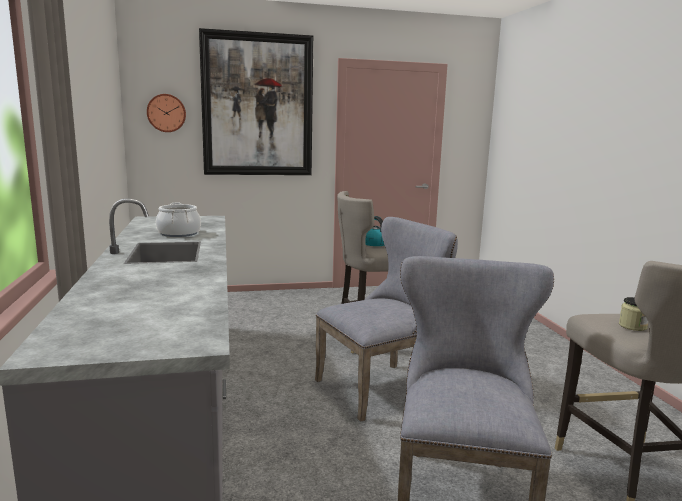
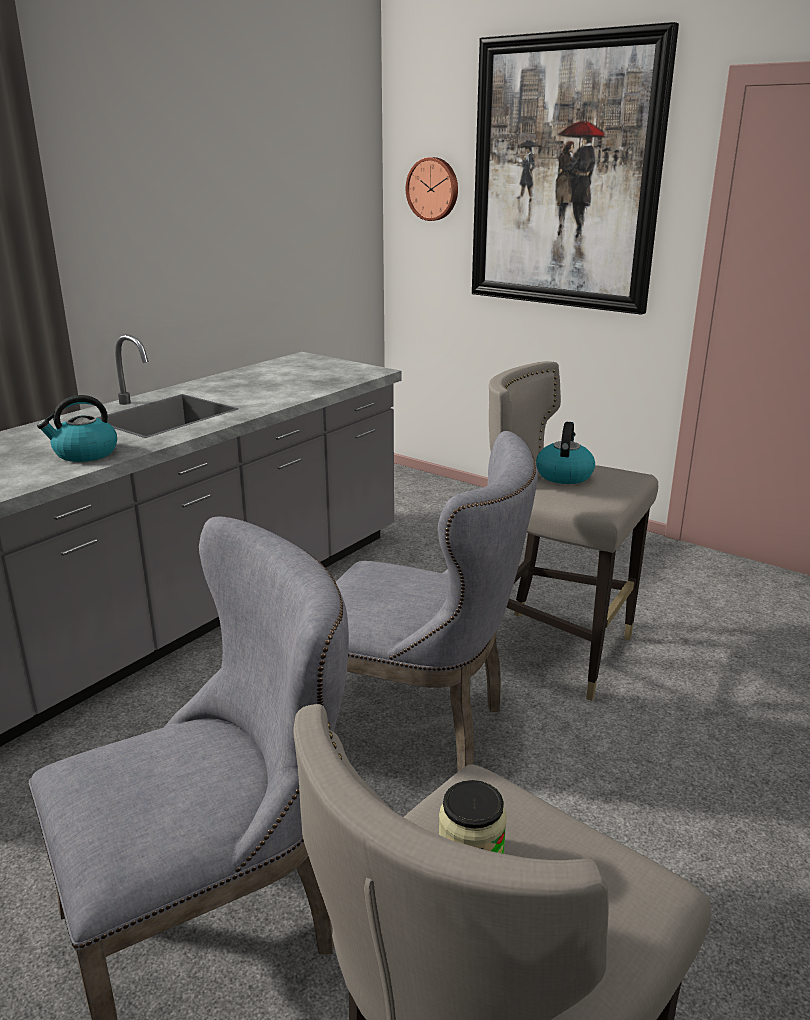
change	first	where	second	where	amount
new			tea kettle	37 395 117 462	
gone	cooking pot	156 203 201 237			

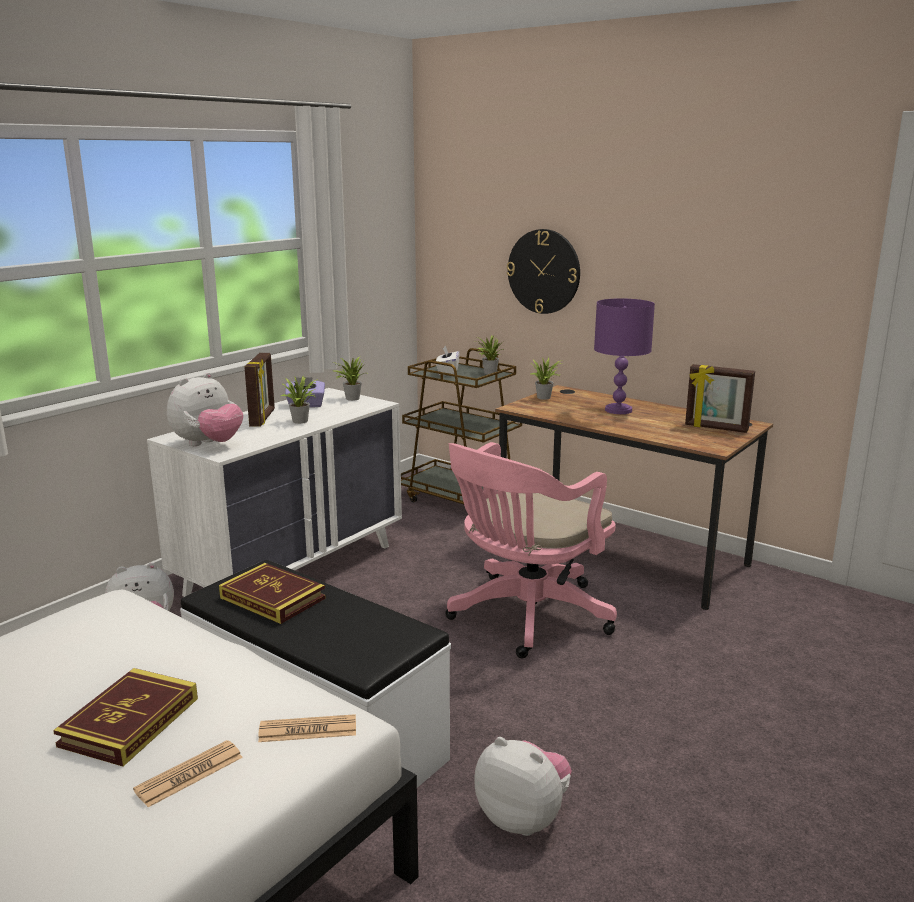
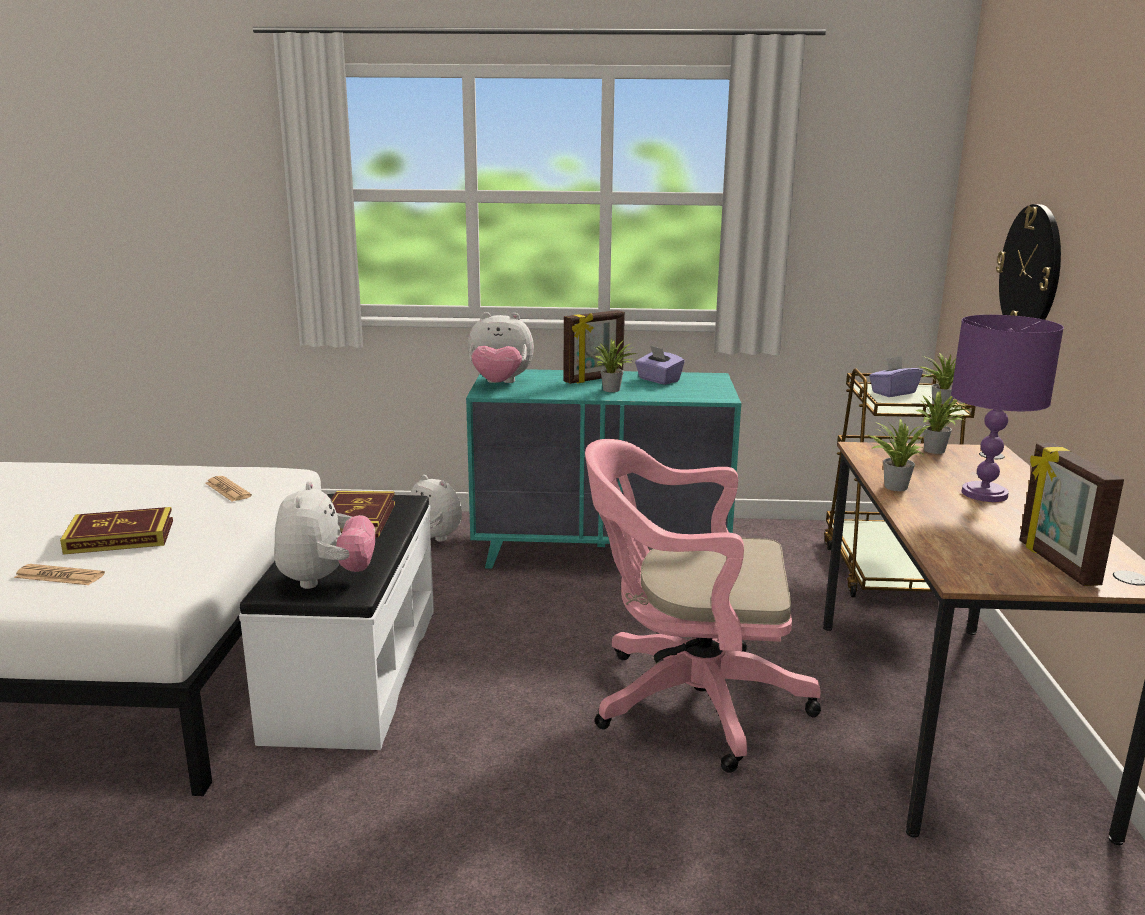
change	first	where	second	where	amount
shifted	daily paper	258 714 356 742		206 476 252 501	
shifted	plush toy	475 737 572 836		274 481 375 589	
repainted	whitish dresser	147 388 402 597	turquoise dresser	466 369 741 569	
shifted	houseplant	331 357 365 401		868 419 933 491	
repainted	whitish box of tissues	436 345 460 375	purple box of tissues	869 356 923 397	

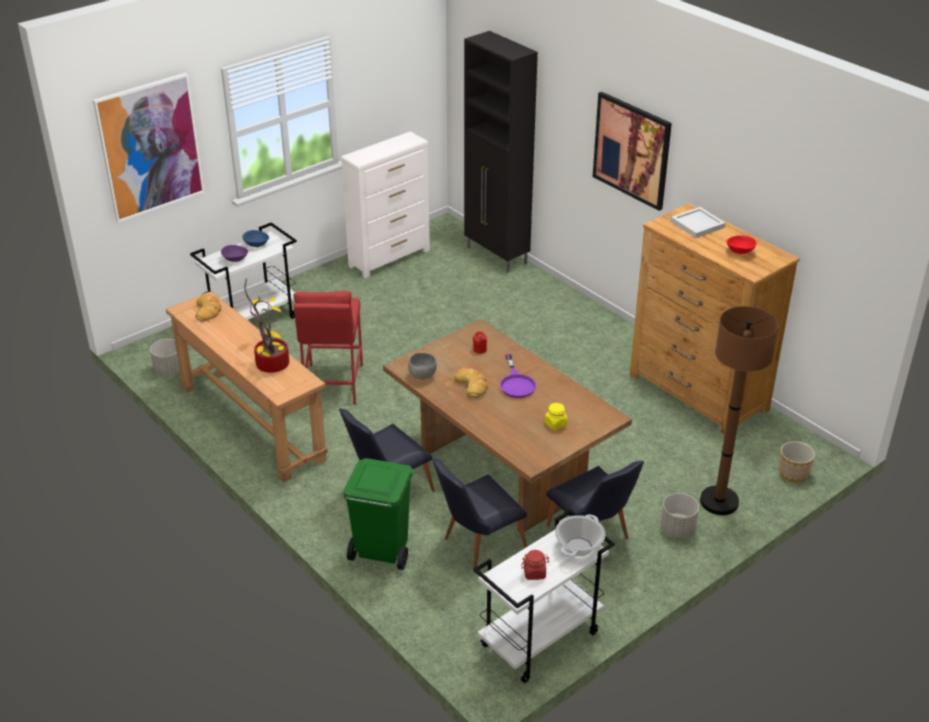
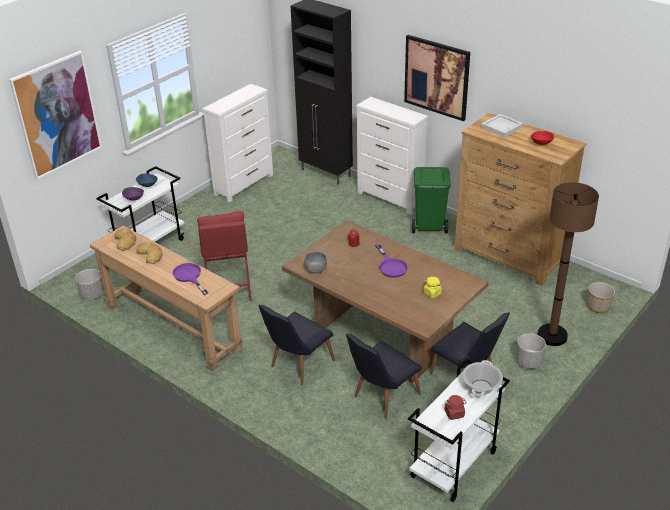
change	first	where	second	where	amount
shifted	bread	455 368 488 398		136 242 163 264	
swapped	houseplant	244 279 289 373	purple skillet	172 263 208 295	
new			whitish dresser	356 97 428 214	
shifted	greenish rubbish bin	344 458 413 570		412 167 451 234	

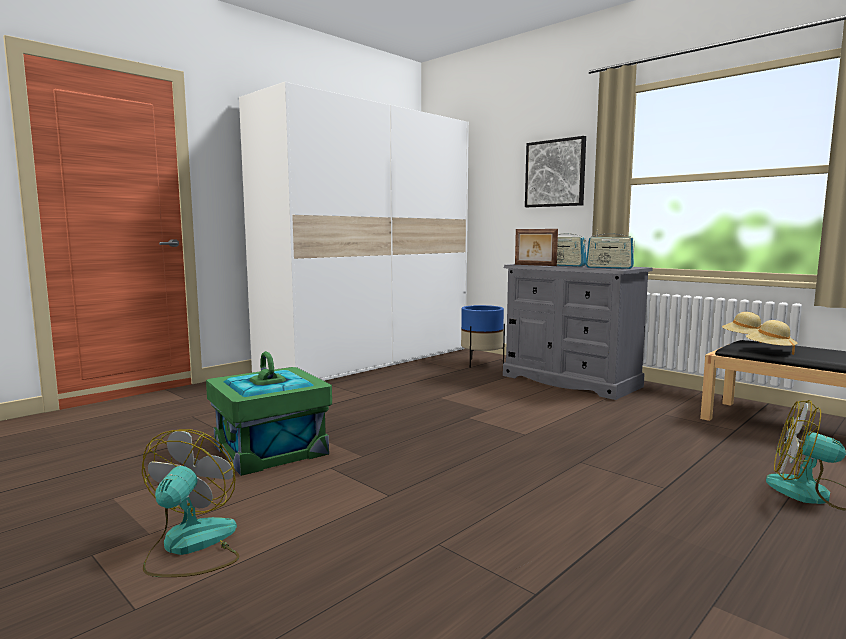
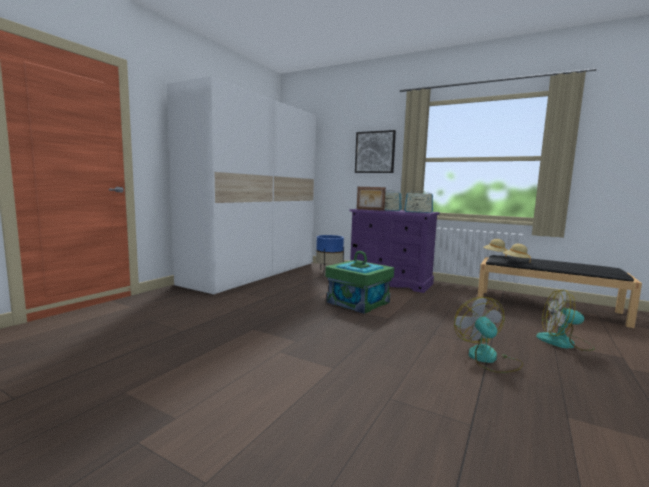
change	first	where	second	where	amount
shifted	greenish storage bin	206 351 332 476		325 251 394 314	
repainted	grey dresser	503 264 652 400	purple dresser	350 209 440 293	
shifted	fan	142 429 239 577		454 297 523 373	

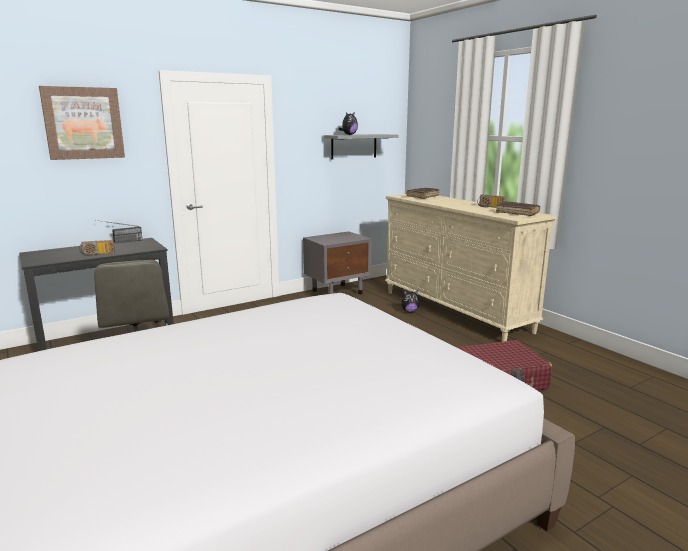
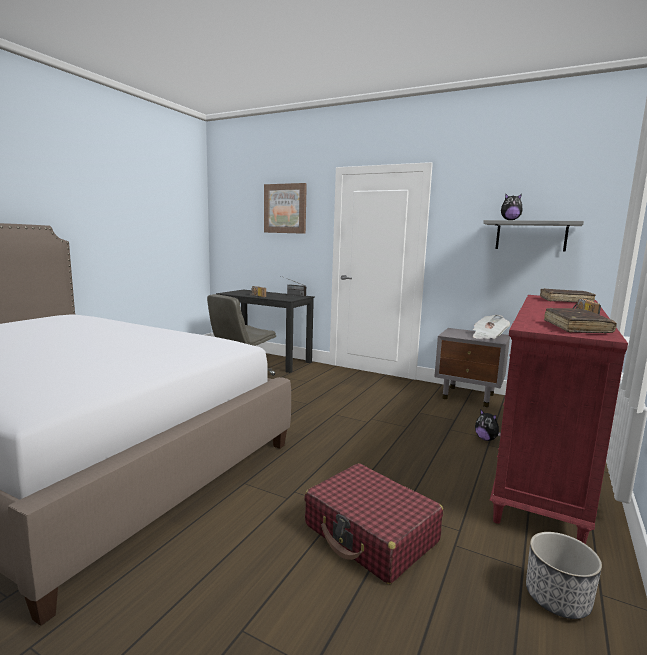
change	first	where	second	where	amount
new			daily paper	473 315 510 339	
repainted	beige dresser	385 194 557 342	reddish dresser	490 295 628 544	
new			flower pot	526 532 602 619	

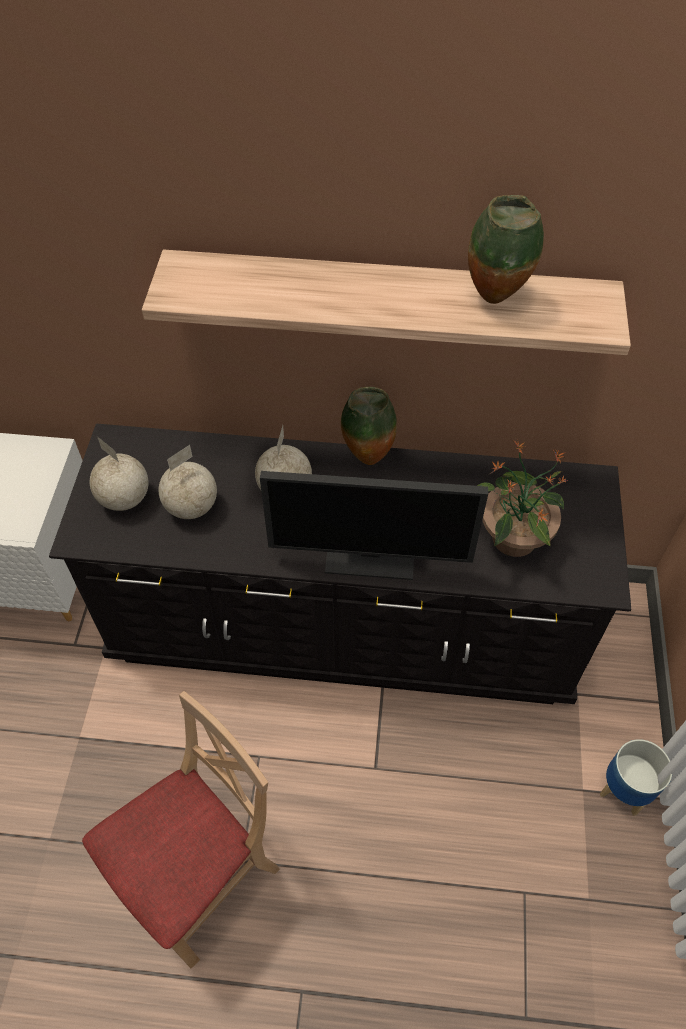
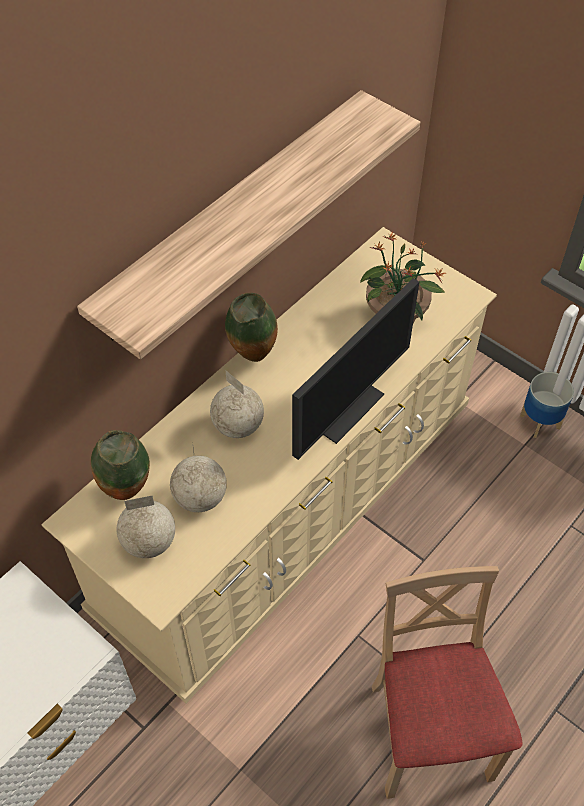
change	first	where	second	where	amount
repainted	black dresser	49 424 631 704	beige dresser	42 227 497 703	
shifted	decorative vase	468 195 544 304		91 430 150 500	

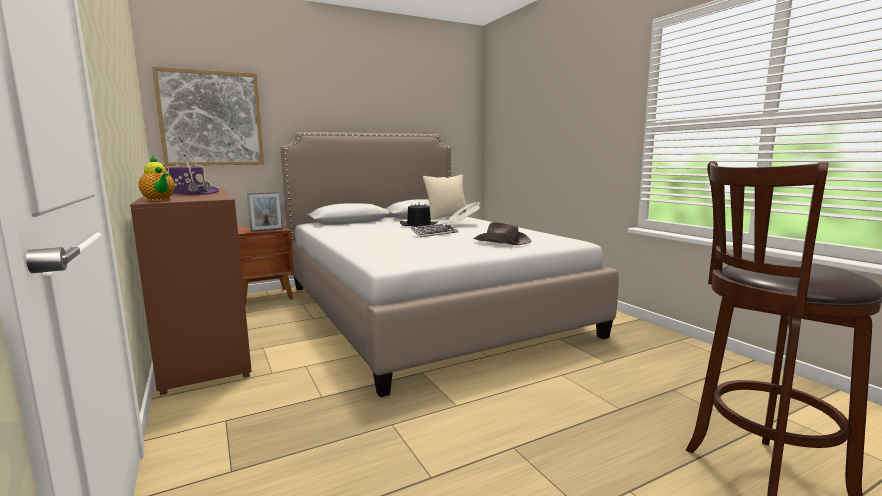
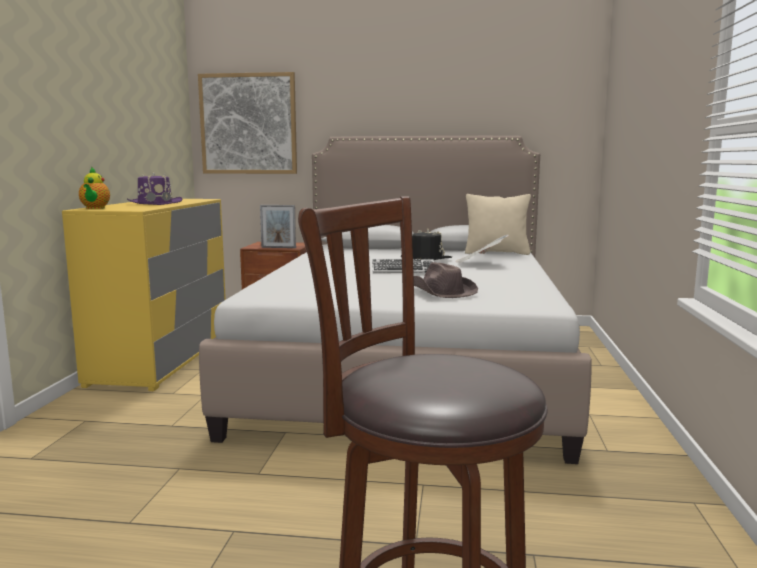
change	first	where	second	where	amount
repainted	brownish dresser	130 188 252 395	yellow-coloured dresser	62 199 226 391	

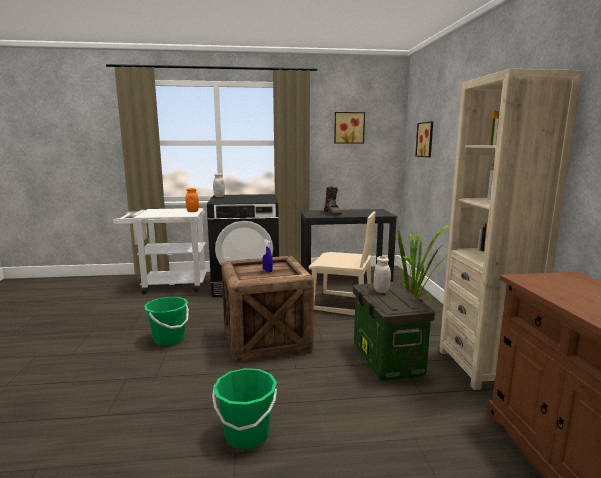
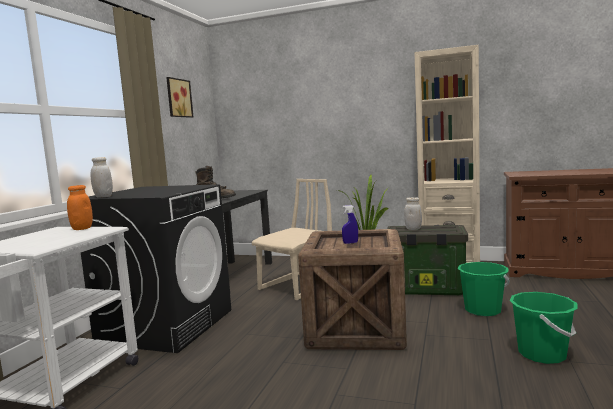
change	first	where	second	where	amount
shifted	greenish water bucket	144 297 189 346		458 262 510 316	
gone	wall art	415 121 433 158			

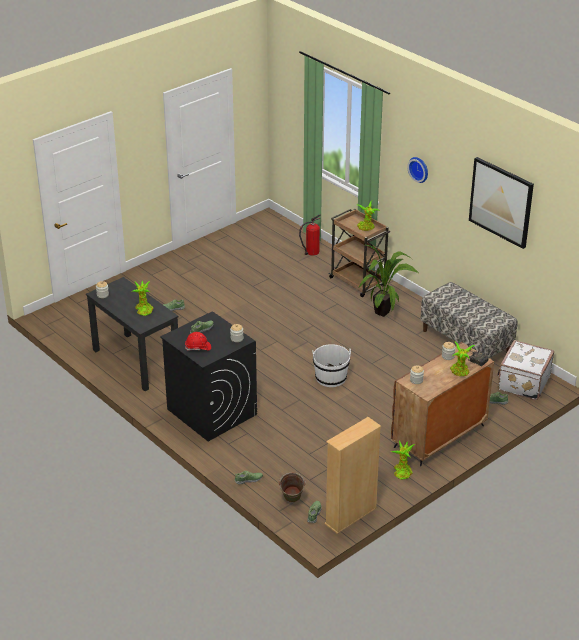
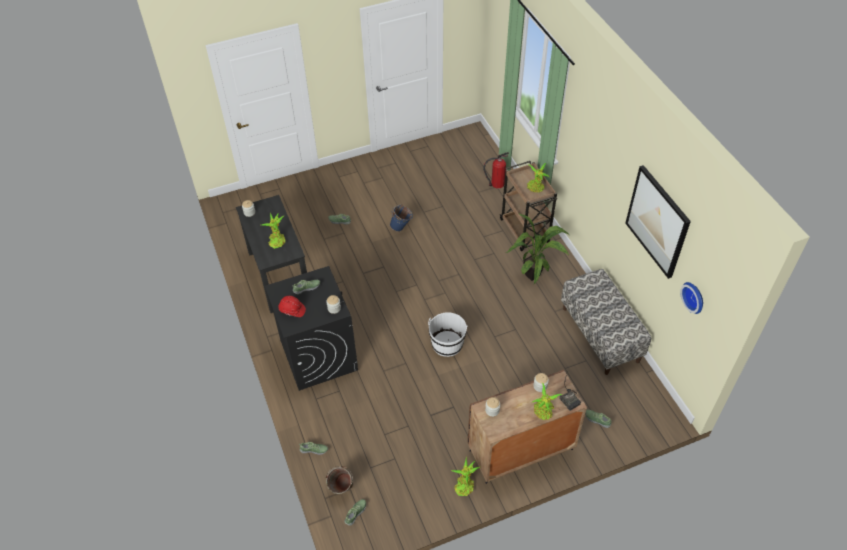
change	first	where	second	where	amount
new			blue water bucket	390 204 413 232	
shifted	wall clock	407 157 428 183		680 282 703 314	
gone	beige bookshelf	324 417 381 534			
gone	whitish piece of luggage	497 340 554 400			

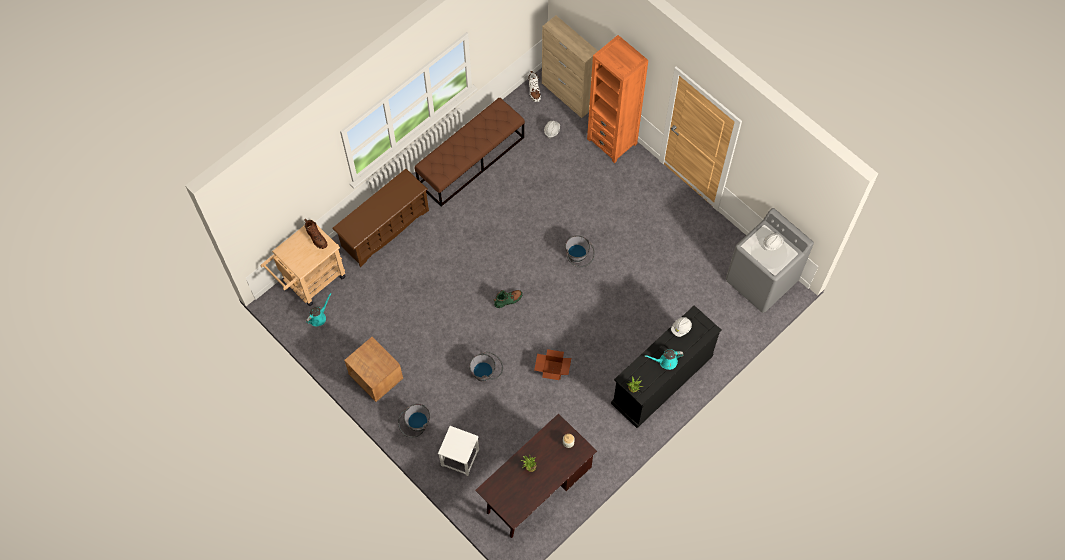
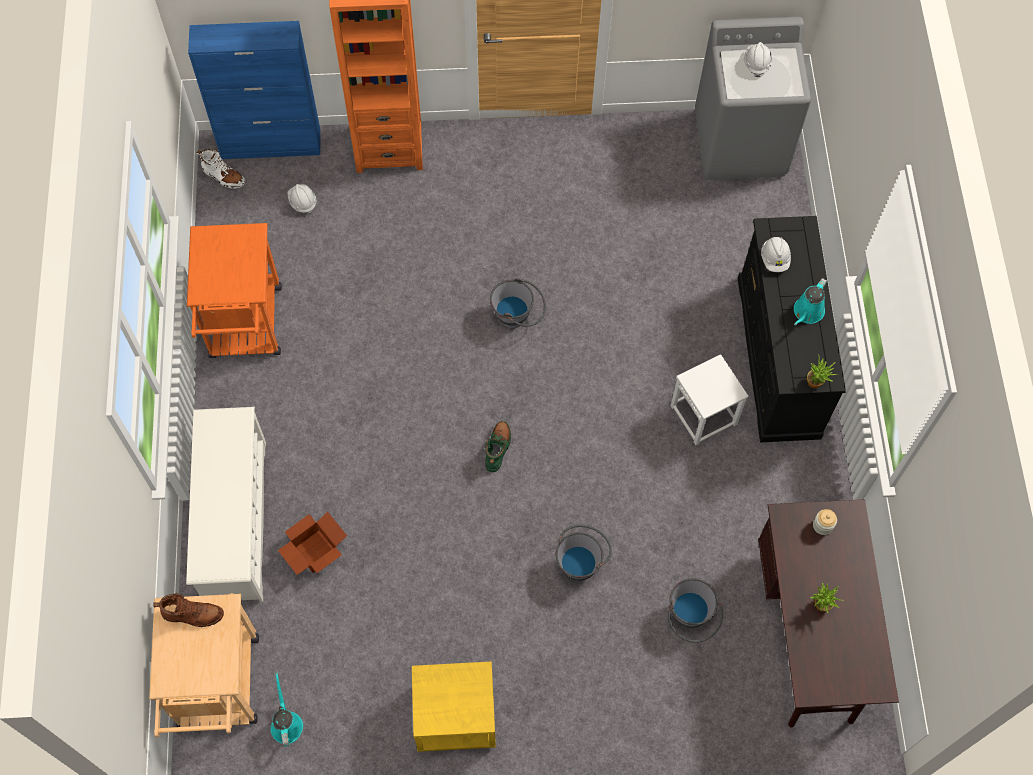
change	first	where	second	where	amount
repainted	brownish shoe shelf	332 169 429 267	whitish shoe shelf	186 407 266 602	
swapped	brownish long seat	415 98 525 207	orange-coloured trolley	187 223 282 358	
repainted	beige storage cabinet	542 16 598 118	blue storage cabinet	188 21 320 159	
shifted	carton	534 349 571 380		278 512 347 575	
repainted	brownish night table	344 337 403 402	yellow-coloured night table	412 662 496 752	
shifted	grey water bucket	398 404 430 438		668 578 723 643	
shifted	whitish stool	438 426 479 476		671 354 749 445	

